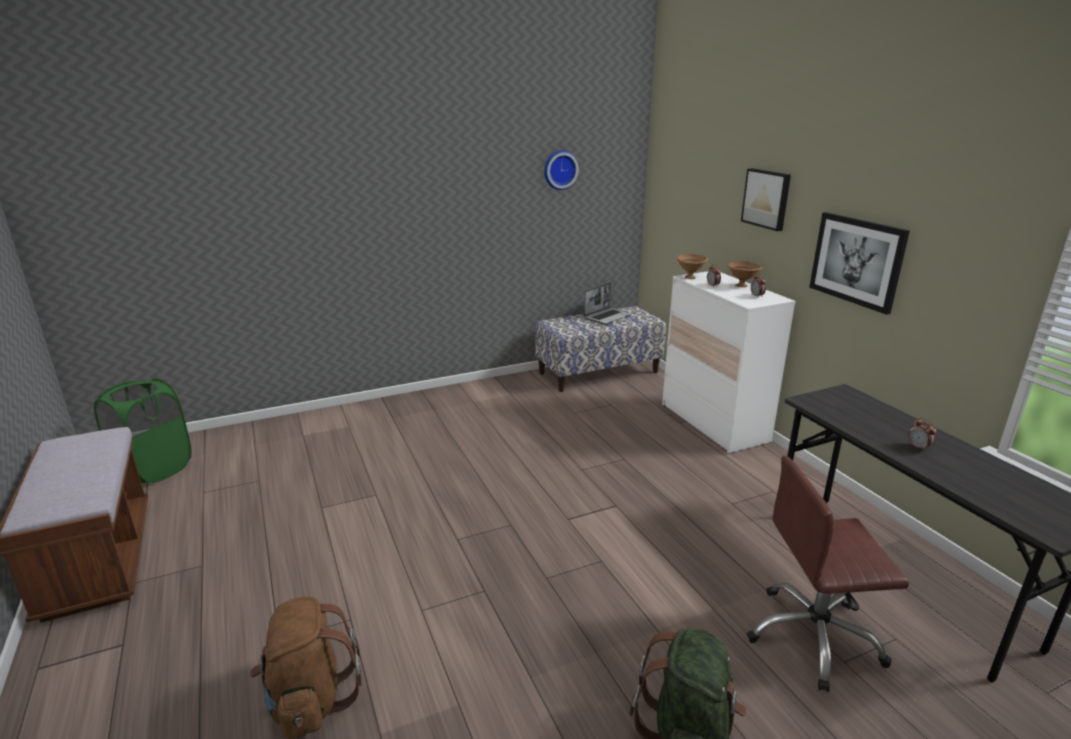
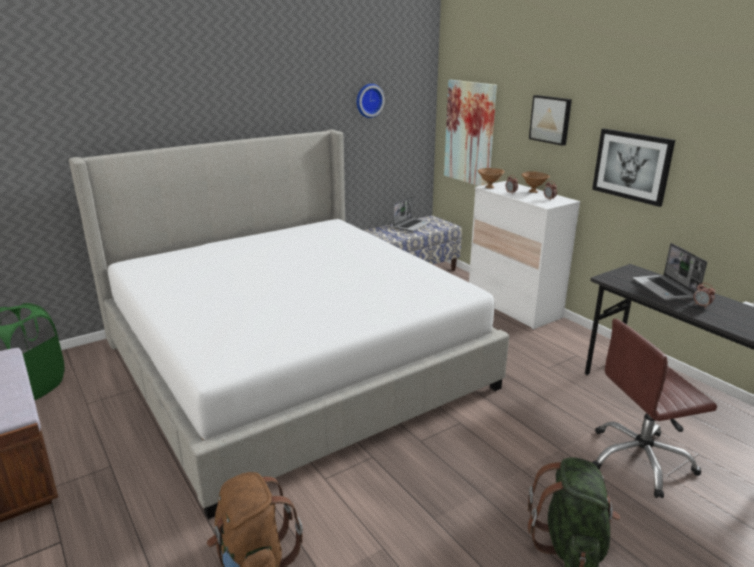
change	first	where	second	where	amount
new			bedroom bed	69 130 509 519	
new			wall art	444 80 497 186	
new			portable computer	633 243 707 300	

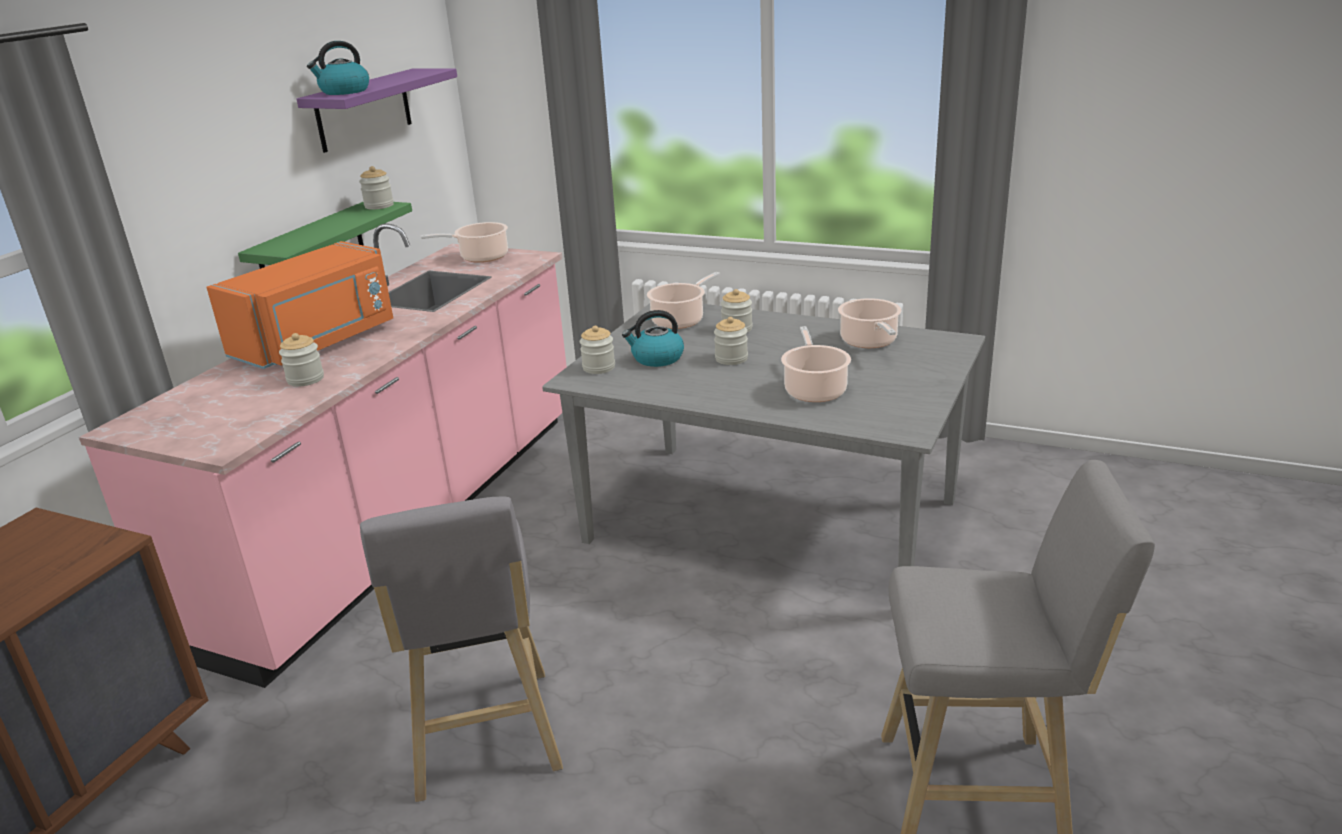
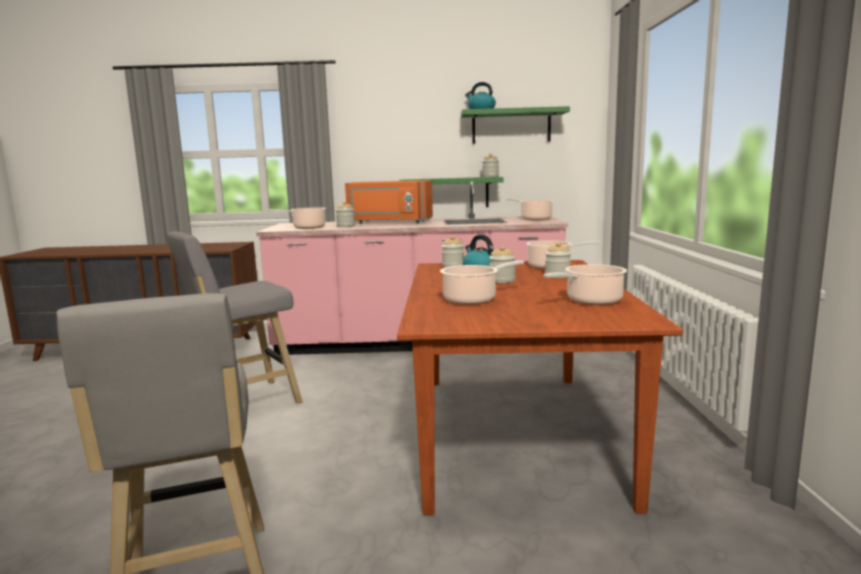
change	first	where	second	where	amount
new			cooking pot	268 208 326 229	
repainted	grey dining table	542 303 985 567	brownish dining table	397 260 683 515	
repainted	purple shelf	296 68 457 153	greenish shelf	461 106 570 144	

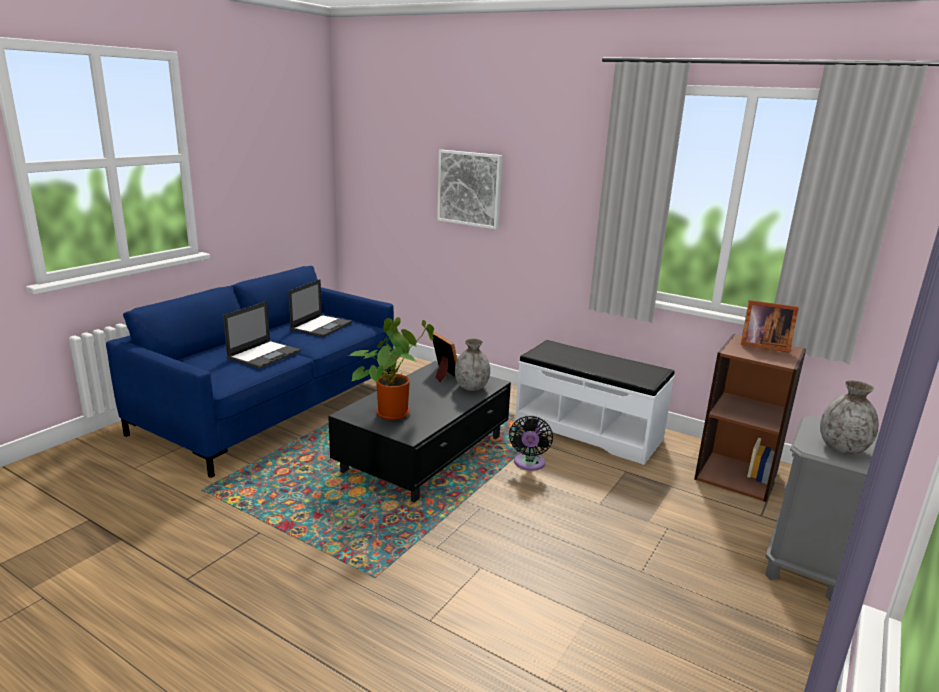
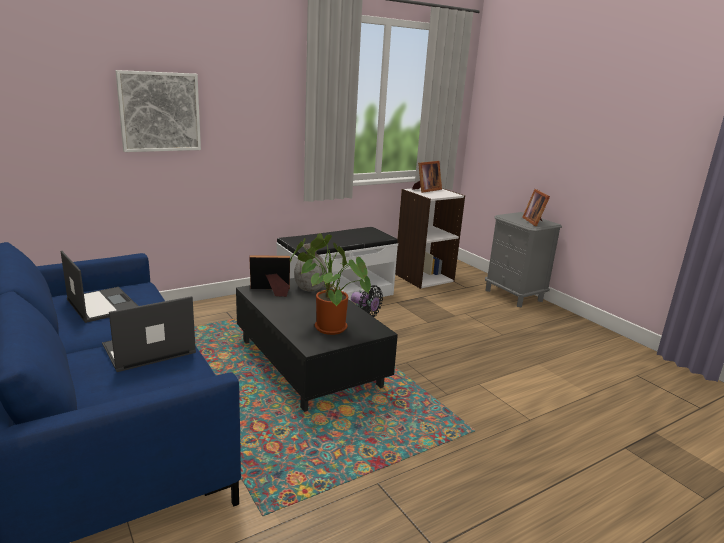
change	first	where	second	where	amount
rotated	portable computer	223 301 301 369		102 296 196 372	90 degrees counterclockwise
repainted	brownish bookshelf	694 334 806 502	whitish bookshelf	395 188 465 289	
swapped	grey decorative vase	820 380 879 454	picture frame	522 189 550 227	

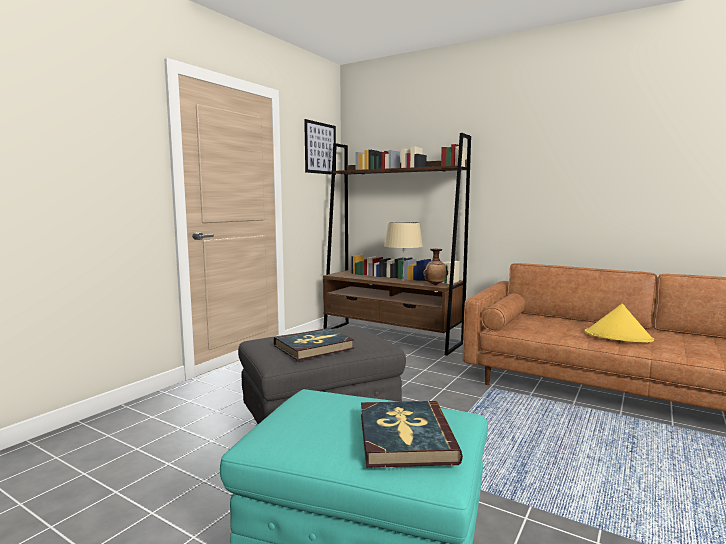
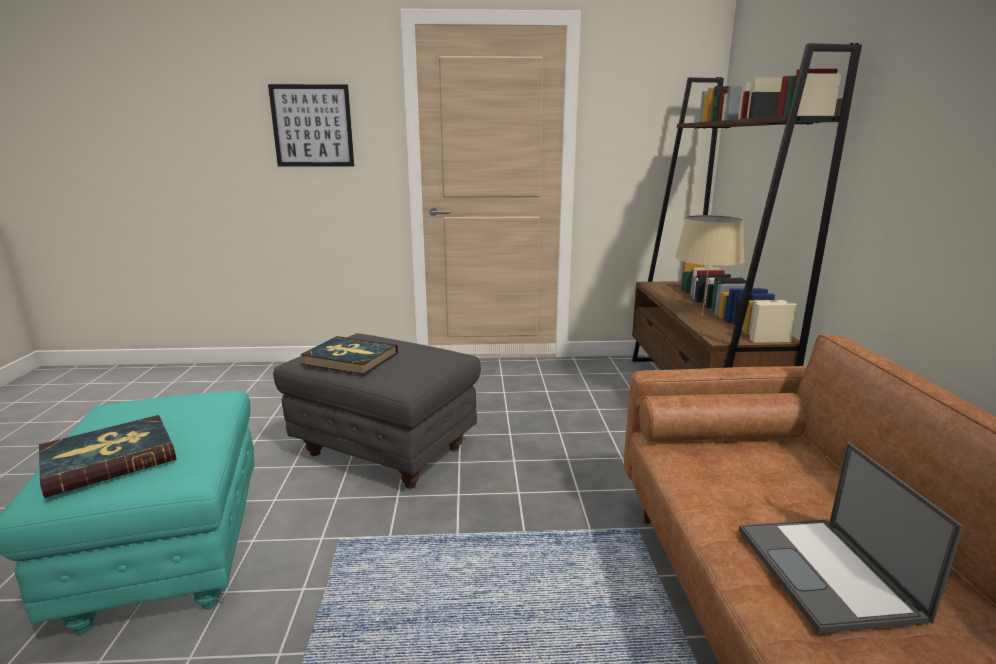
change	first	where	second	where	amount
shifted	wall art	304 119 336 175		268 84 354 167	
swapped	yellow-coloured wearable hat	584 304 654 343	portable computer	739 442 964 634	
gone	decorative vase	423 249 448 285			

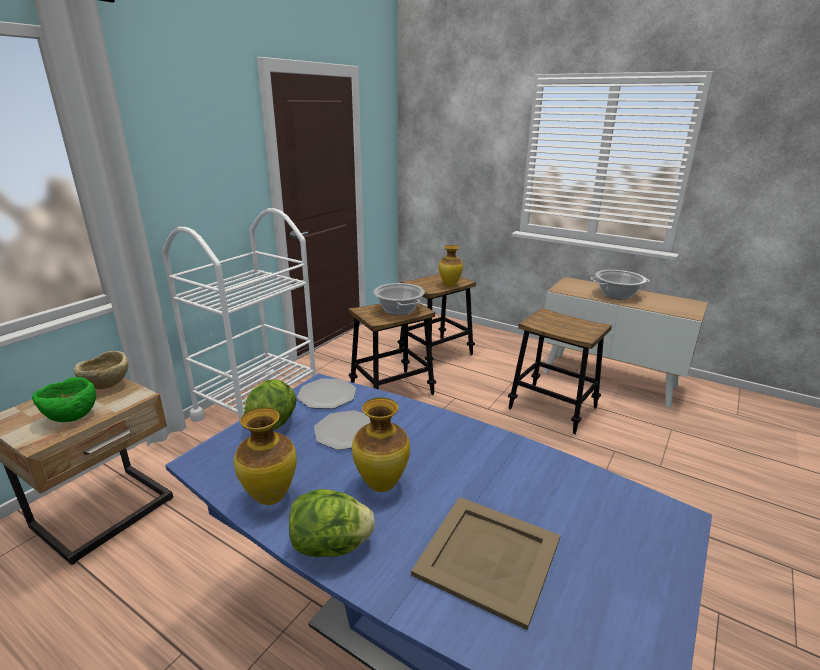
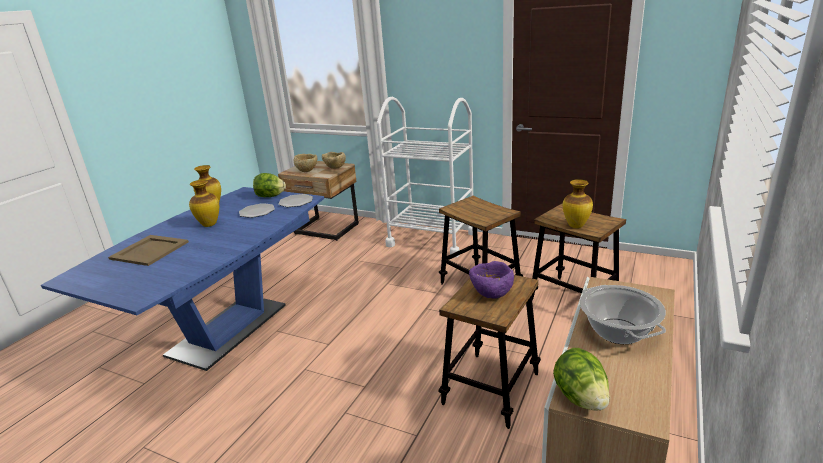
change	first	where	second	where	amount
repainted	greenish serving bowl	32 377 96 422	beige serving bowl	294 154 317 172	
new			purple serving bowl	469 261 514 298	
shifted	lettuce	289 489 375 557		553 348 610 411	
gone	cooking pot	374 283 425 315			

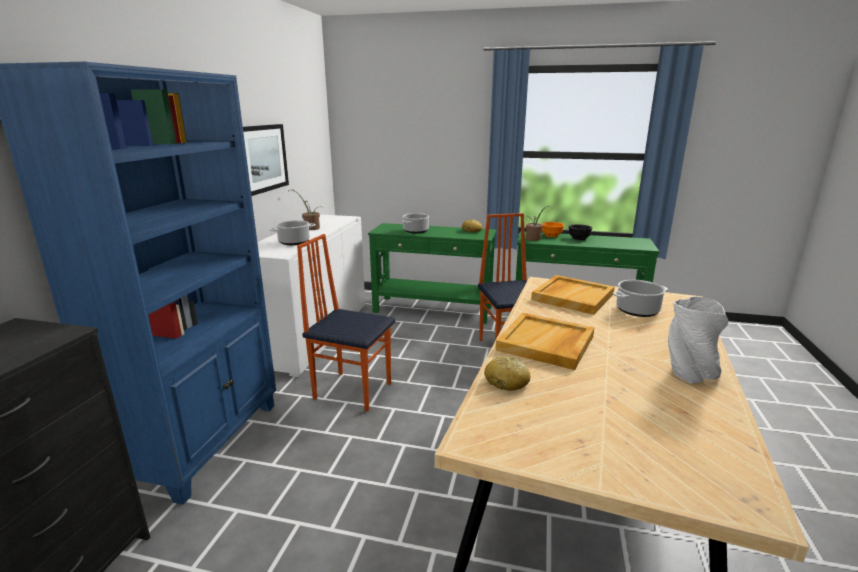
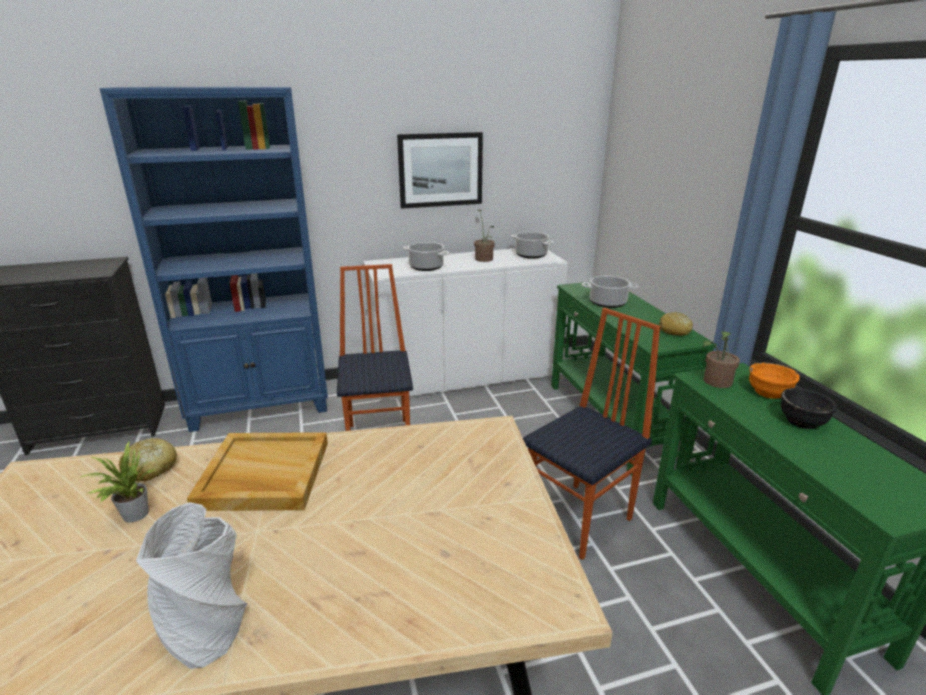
change	first	where	second	where	amount
new			houseplant	81 440 156 522	
shifted	cooking pot	613 280 668 317		511 232 554 259	
gone	beige carrying tray	531 275 615 315			

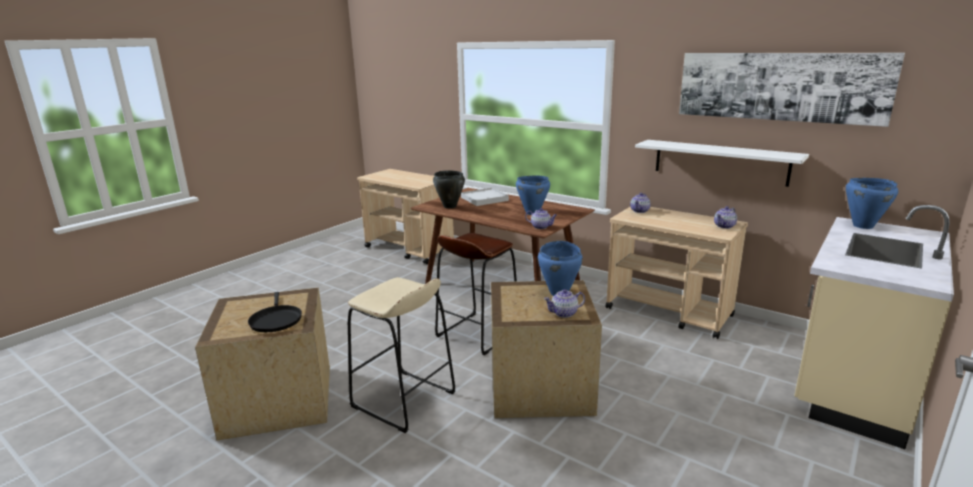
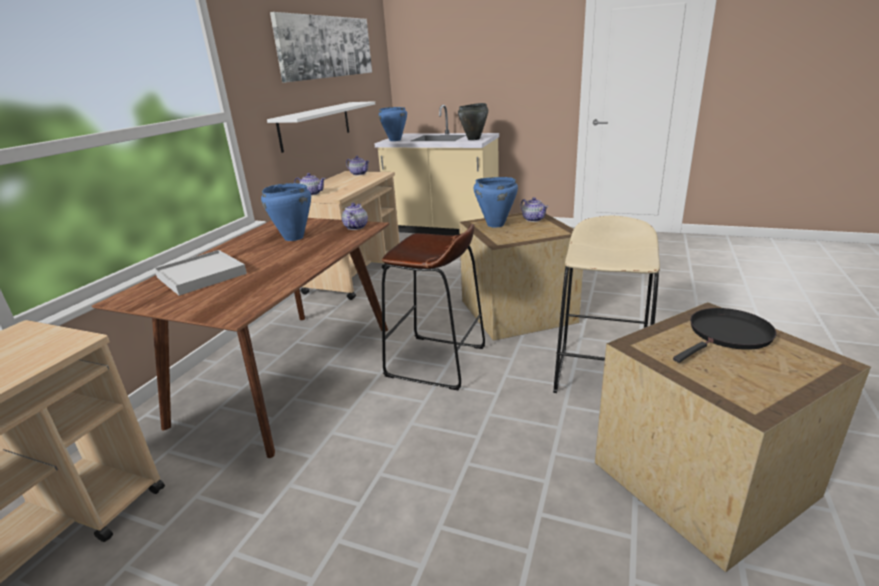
change	first	where	second	where	amount
shifted	black cooking pot	433 170 465 208		458 103 488 140	

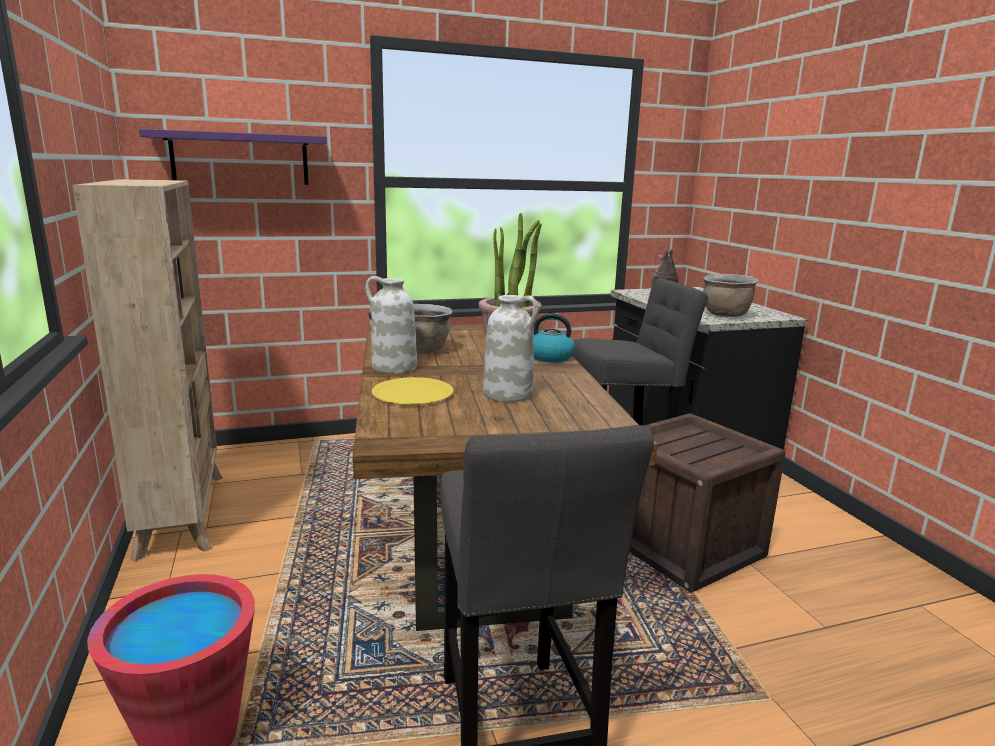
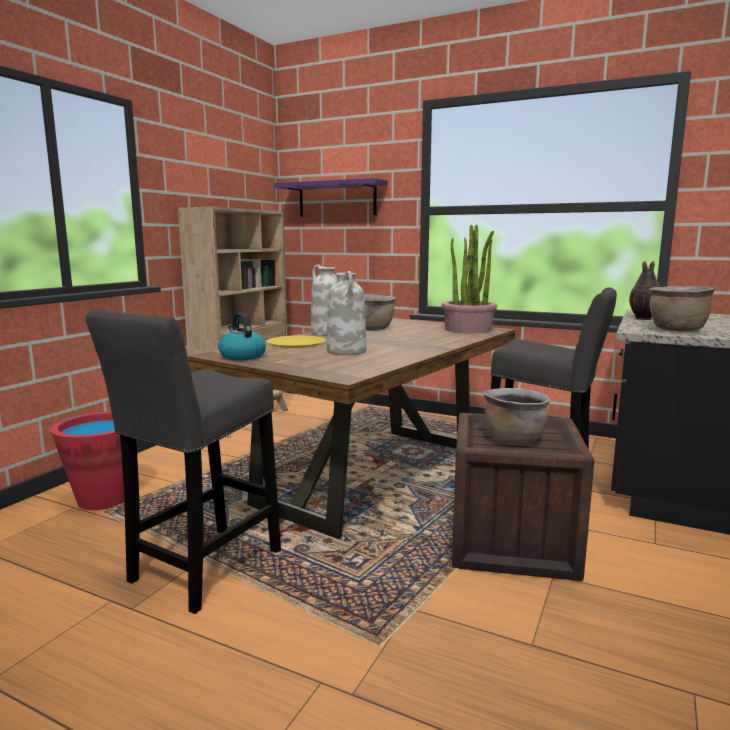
change	first	where	second	where	amount
shifted	tea kettle	534 313 575 362		219 313 266 361	
new			brownish cooking pot	483 388 551 446	

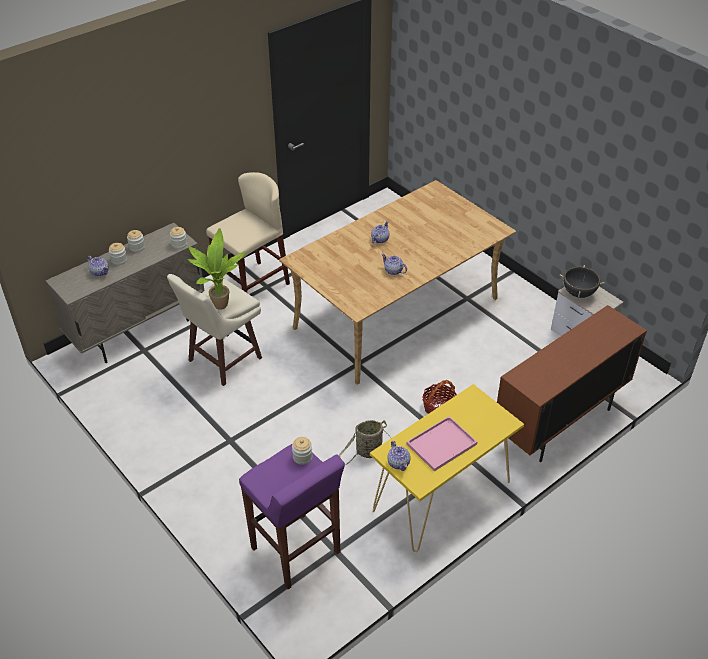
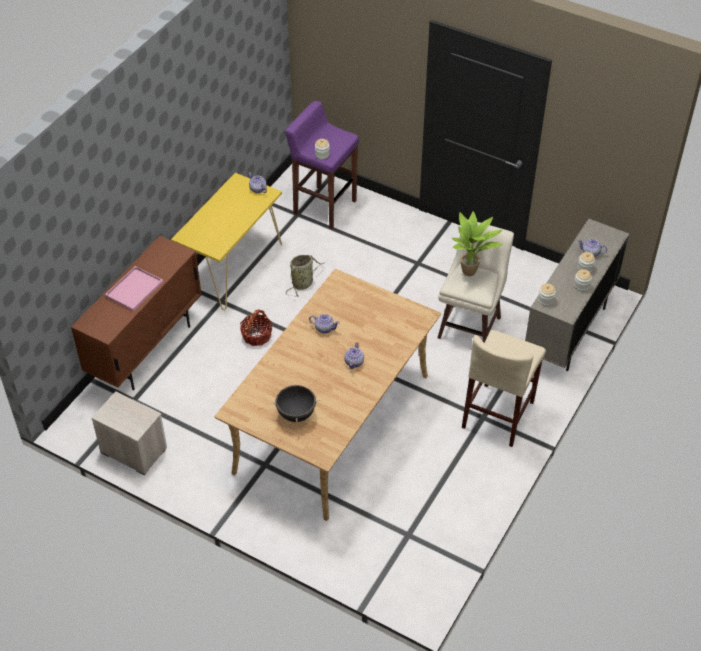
change	first	where	second	where	amount
shifted	pink-coloured carrying tray	407 416 477 471		105 266 163 311	
shifted	black cooking pot	559 265 605 298		270 381 321 423	

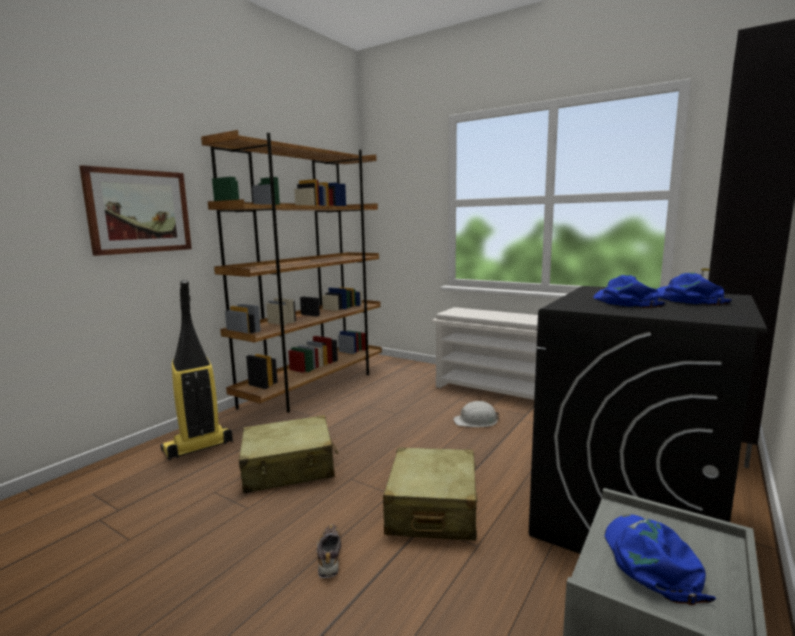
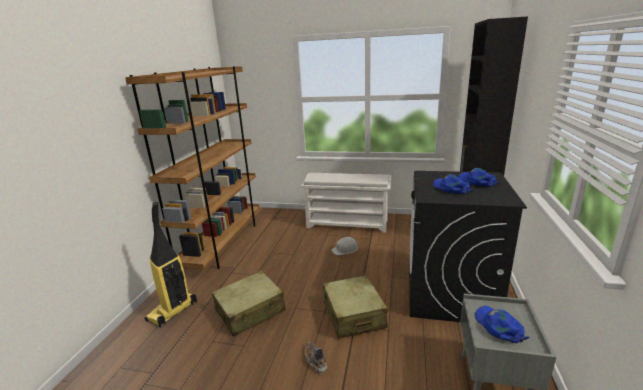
change	first	where	second	where	amount
gone	wall art	79 165 192 256			

